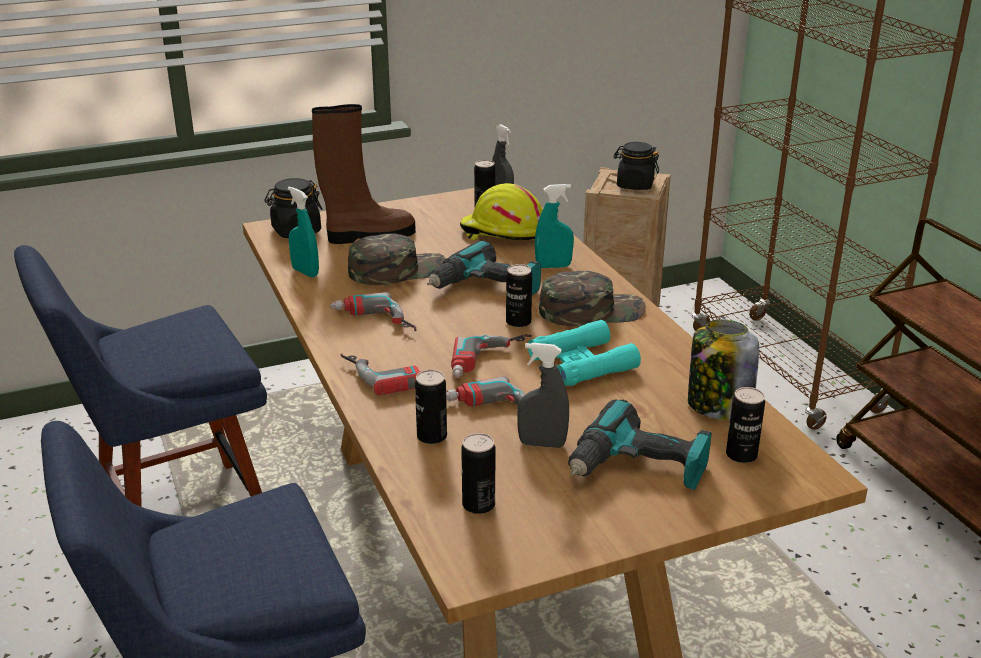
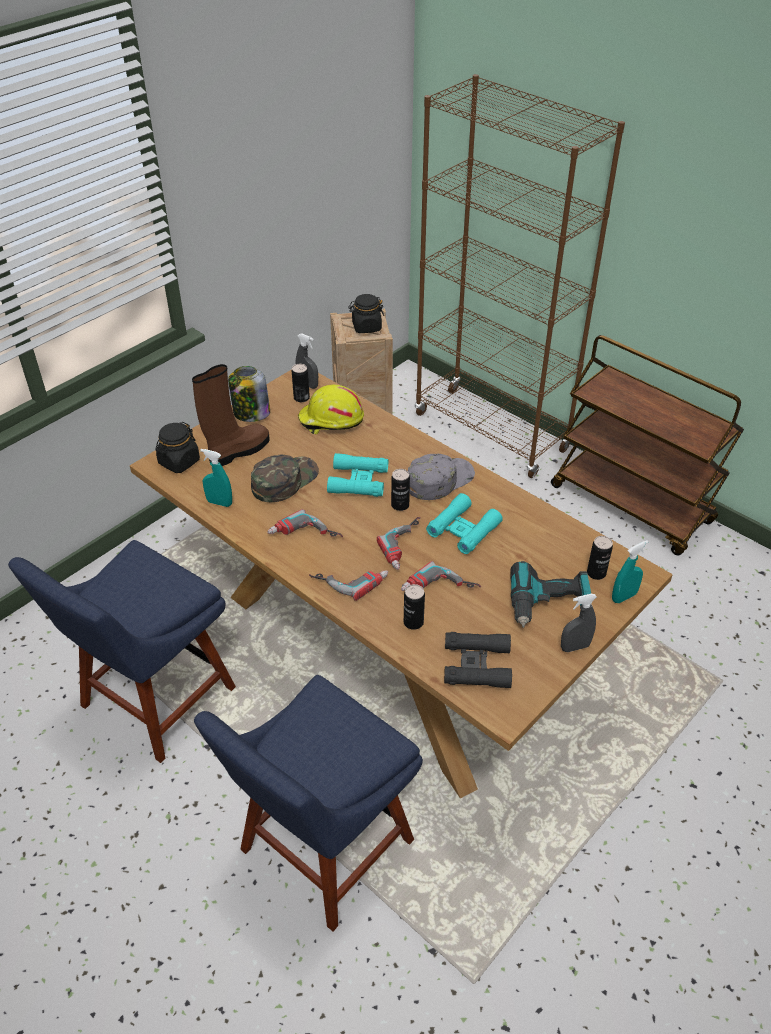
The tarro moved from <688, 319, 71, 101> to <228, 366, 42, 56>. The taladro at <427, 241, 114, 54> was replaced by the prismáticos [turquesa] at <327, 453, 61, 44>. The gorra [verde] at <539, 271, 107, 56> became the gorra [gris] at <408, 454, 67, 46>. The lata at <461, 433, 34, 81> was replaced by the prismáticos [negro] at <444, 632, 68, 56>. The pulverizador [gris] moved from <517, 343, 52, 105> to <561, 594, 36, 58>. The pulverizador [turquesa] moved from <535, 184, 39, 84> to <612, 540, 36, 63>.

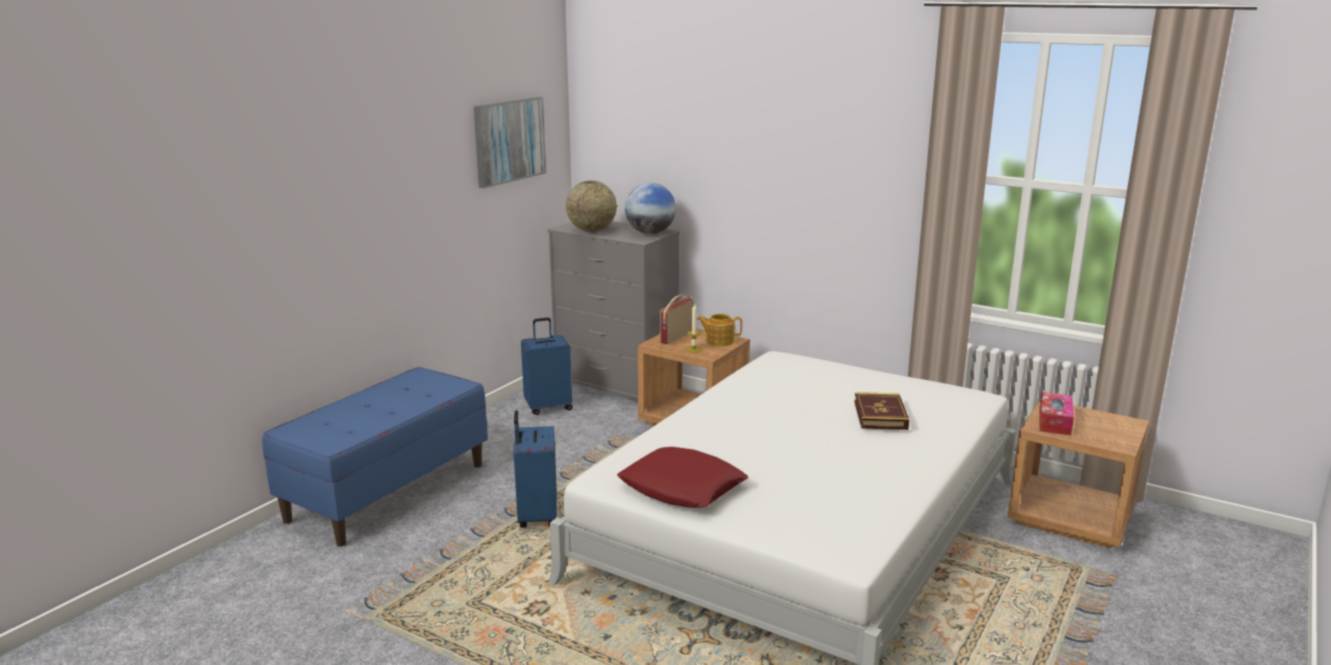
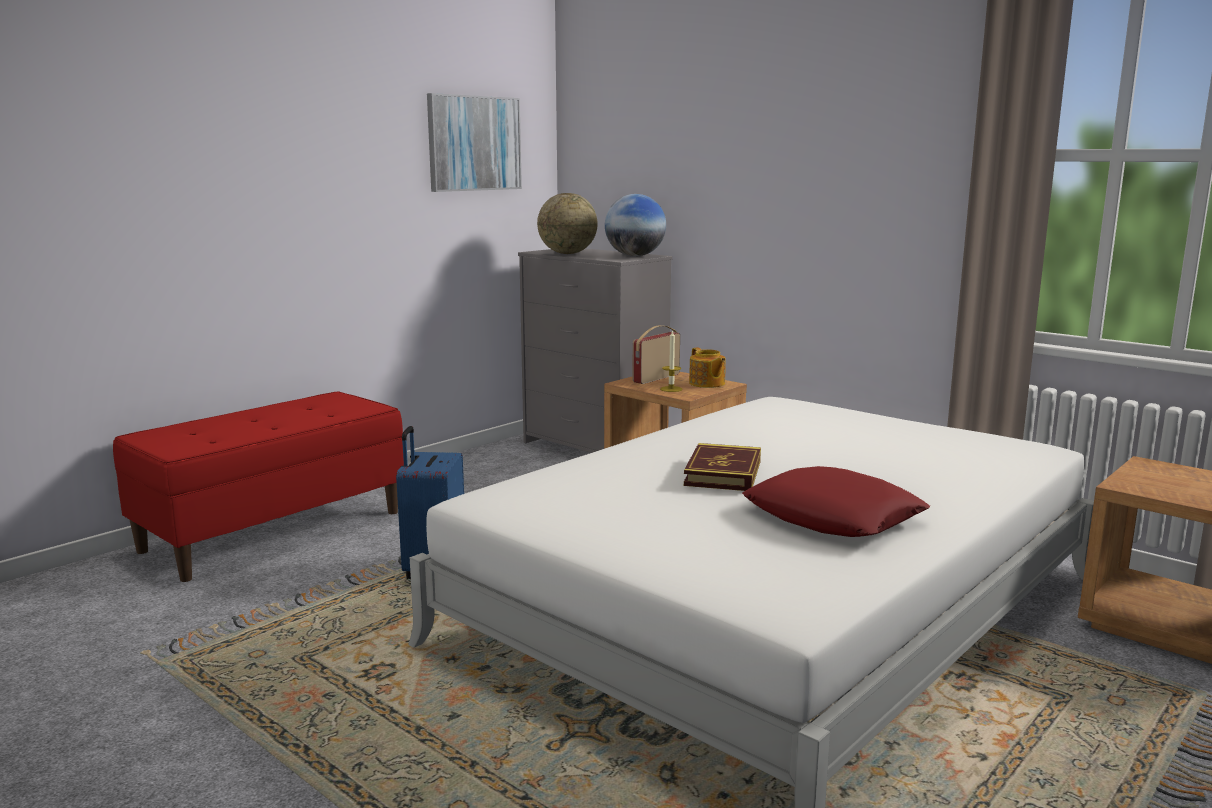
The banco [azul] at <262, 367, 226, 180> became the banco [rojo] at <113, 391, 291, 191>. The libro moved from <854, 392, 55, 38> to <684, 443, 77, 48>. The tetera at <697, 314, 45, 32> turned 135 degrees counterclockwise. The cojín [rojo] moved from <617, 447, 131, 61> to <742, 466, 188, 71>. The maleta [azul] at <521, 318, 52, 97> disappeared. The caja de pañuelos at <1039, 392, 35, 43> disappeared.

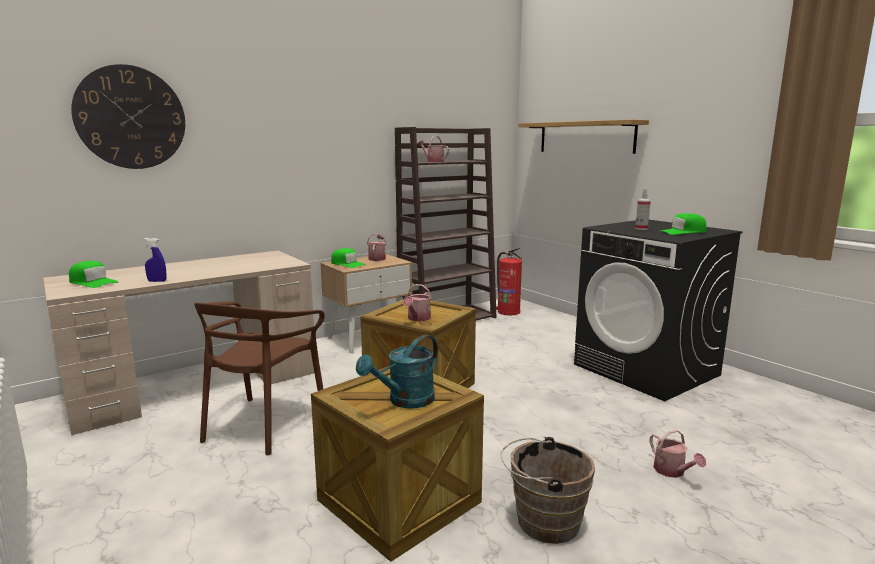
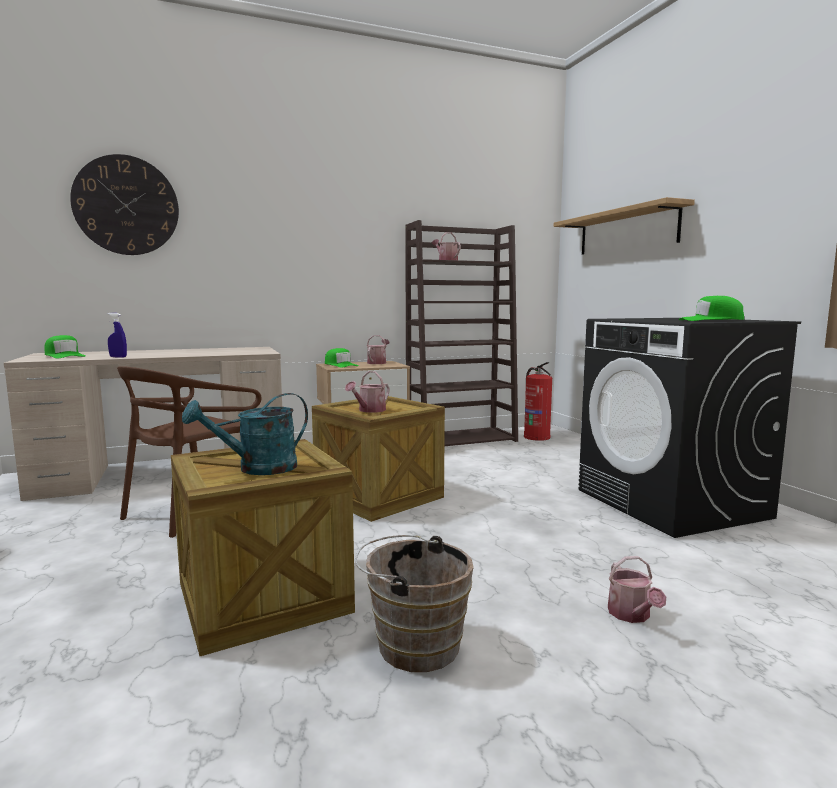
The pulverizador at <635, 189, 16, 41> disappeared.

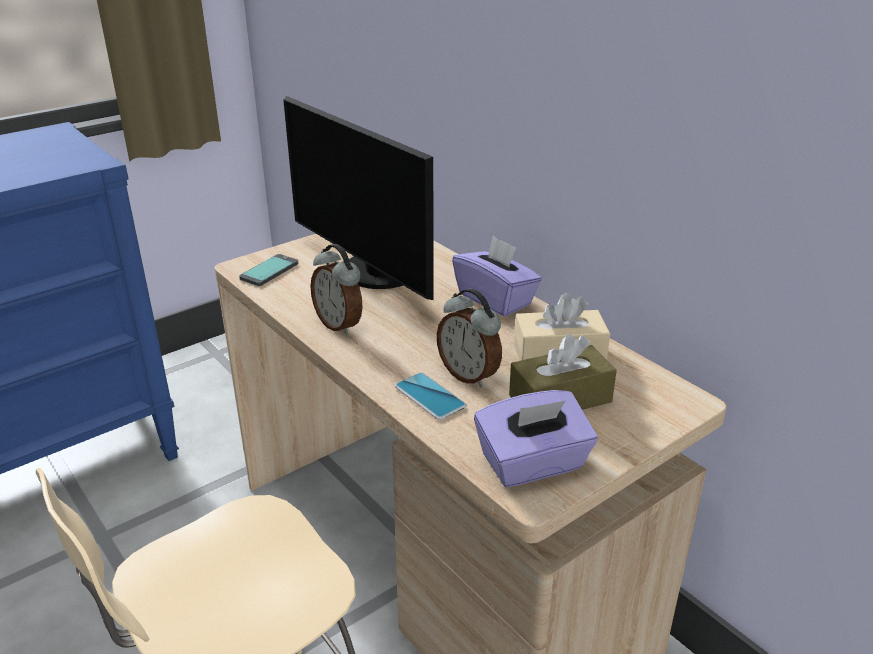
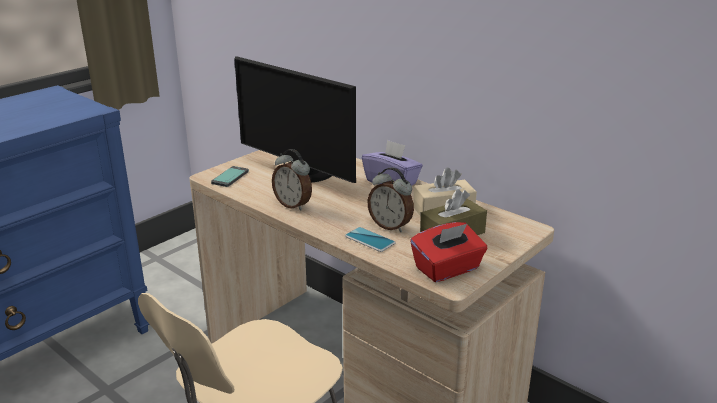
The caja de pañuelos [morado] at <474, 390, 124, 97> became the caja de pañuelos [rojo] at <410, 222, 78, 60>.

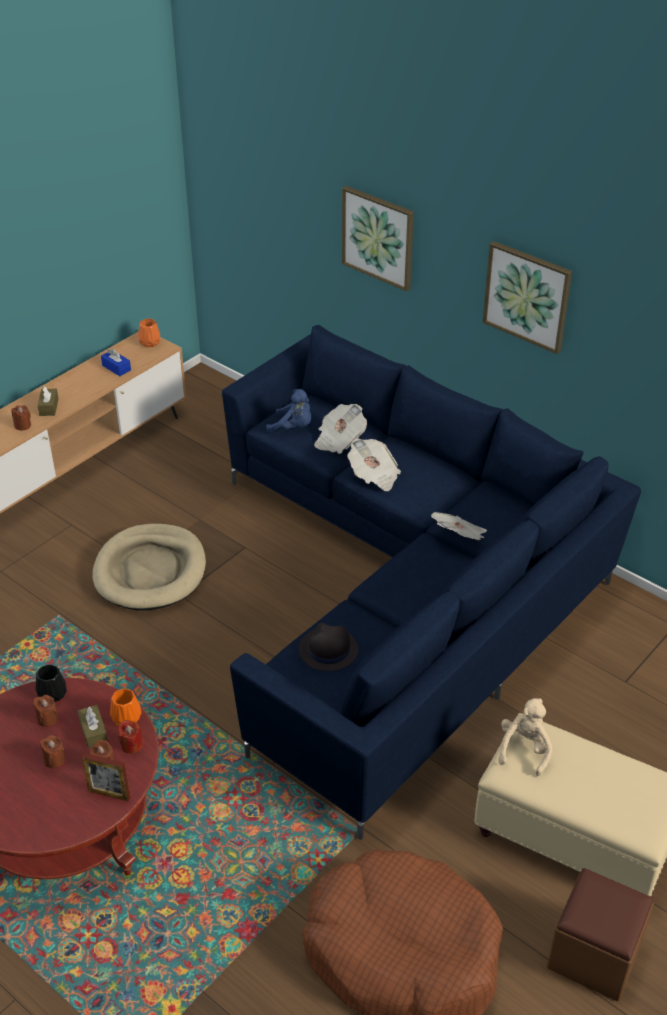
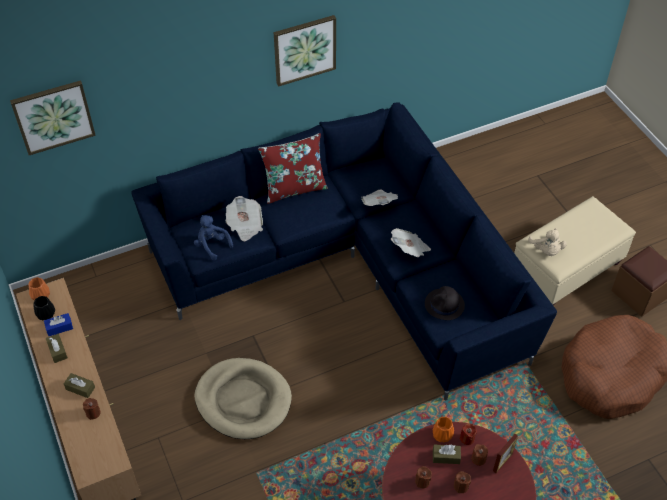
The cuadro moved from <342, 186, 72, 105> to <10, 80, 86, 75>. The florero [negro] moved from <36, 665, 31, 37> to <33, 296, 22, 24>. The caja de pañuelos [marrón] at <45, 334, 23, 29> appeared. The peluche [azul] at <266, 389, 45, 43> turned 90 degrees counterclockwise. The cojín [rojo] at <258, 133, 70, 71> appeared. The periódico moved from <347, 438, 54, 53> to <391, 228, 40, 29>. The peluche [beis] at <498, 698, 54, 78> turned 150 degrees counterclockwise.

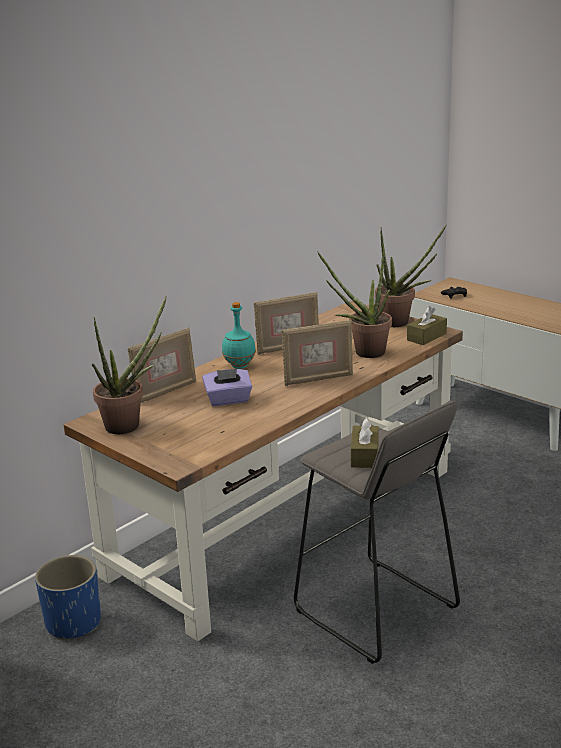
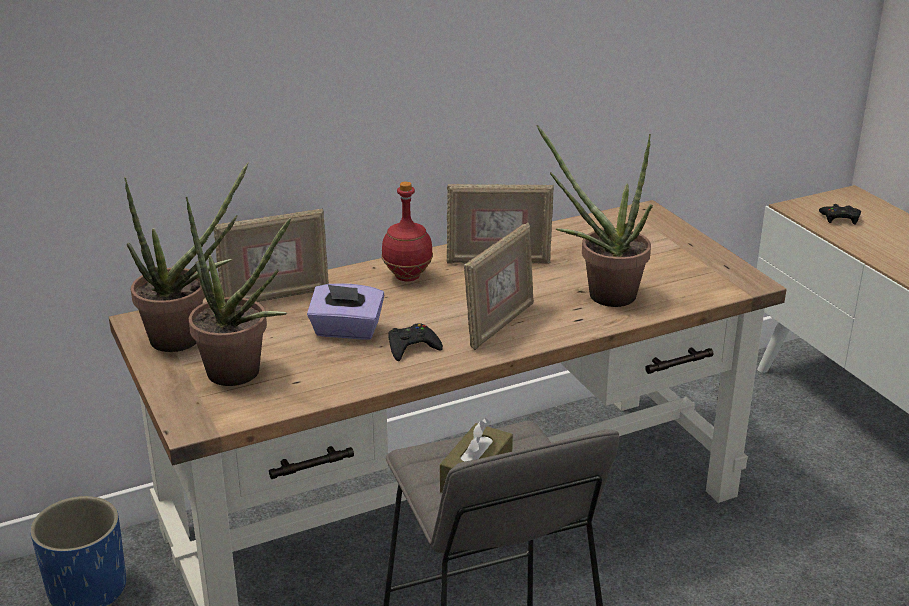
The planta en maceta moved from <375, 224, 72, 103> to <186, 196, 105, 190>. The botella [turquesa] at <222, 302, 34, 67> became the botella [rojo] at <381, 181, 52, 100>. The mando de consola [negro] at <388, 323, 55, 38> appeared. The portarretratos at <281, 320, 72, 66> turned 60 degrees counterclockwise. The caja de pañuelos [marrón] at <407, 306, 40, 39> disappeared.

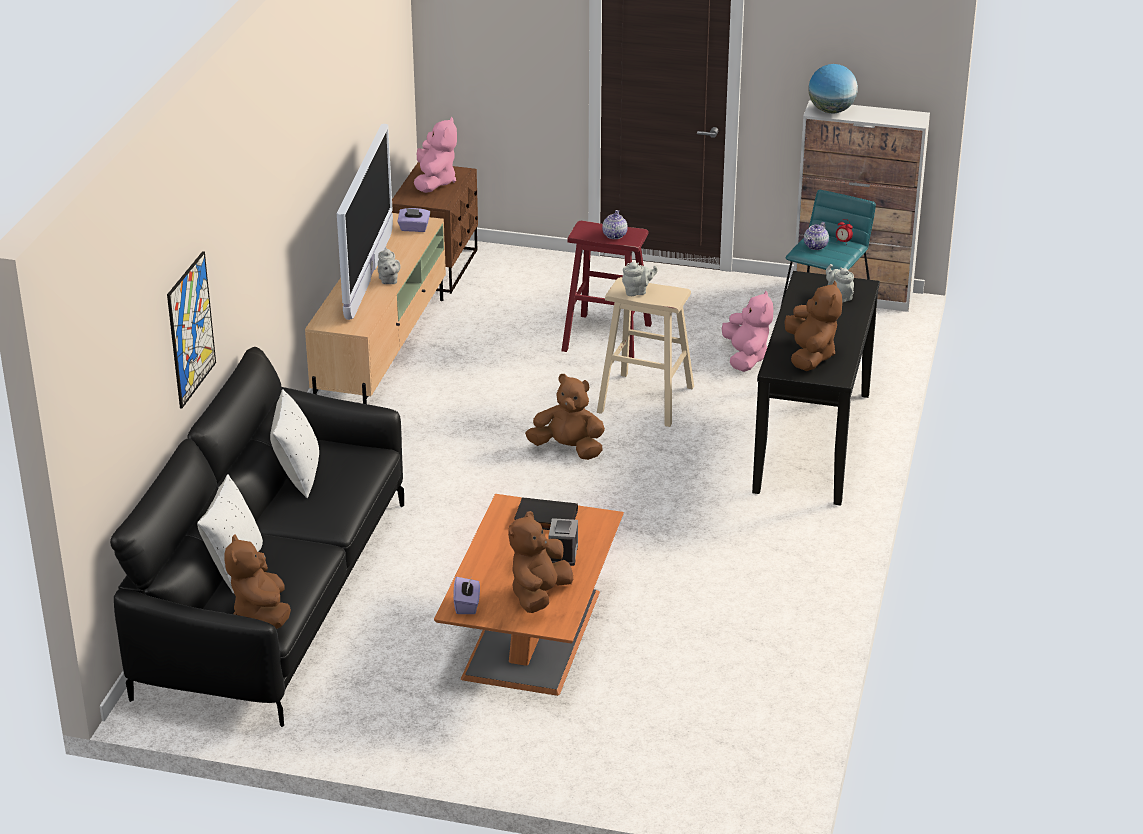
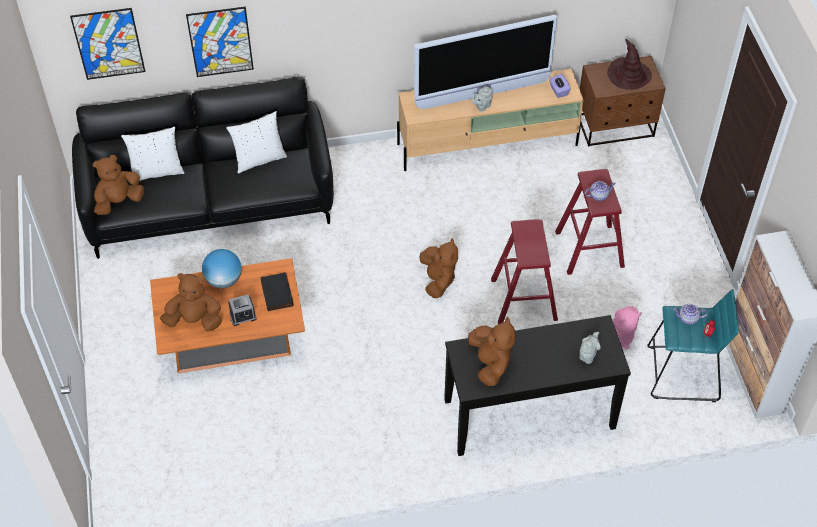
The cuadro at <70, 8, 75, 72> appeared. The globo terráqueo moved from <808, 64, 50, 49> to <202, 249, 40, 39>. The peluche [marrón] at <784, 280, 58, 91> turned 75 degrees counterclockwise. The taburete [beis] at <597, 277, 97, 150> became the taburete [rojo] at <491, 219, 67, 105>. The peluche [rosa] at <414, 117, 43, 76> was replaced by the sombrero [marrón] at <607, 39, 45, 51>. The caja de pañuelos [morado] at <453, 577, 27, 37> disappeared. The tetera [gris] at <622, 262, 36, 34> disappeared.

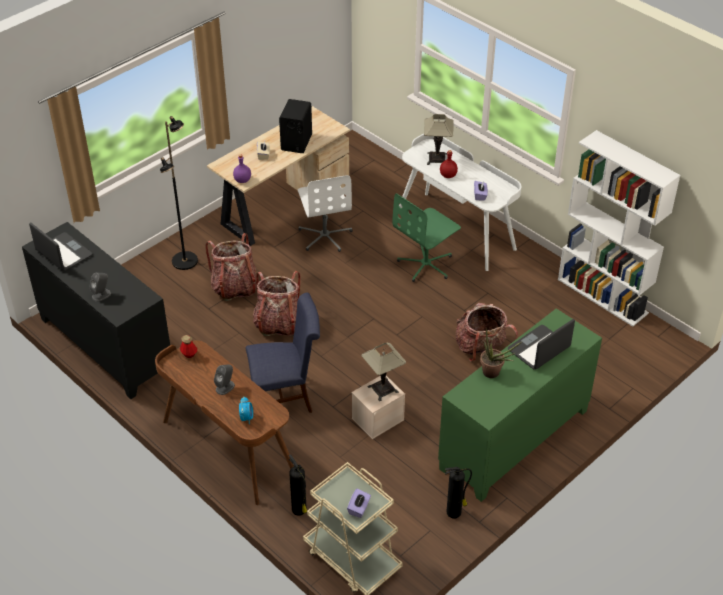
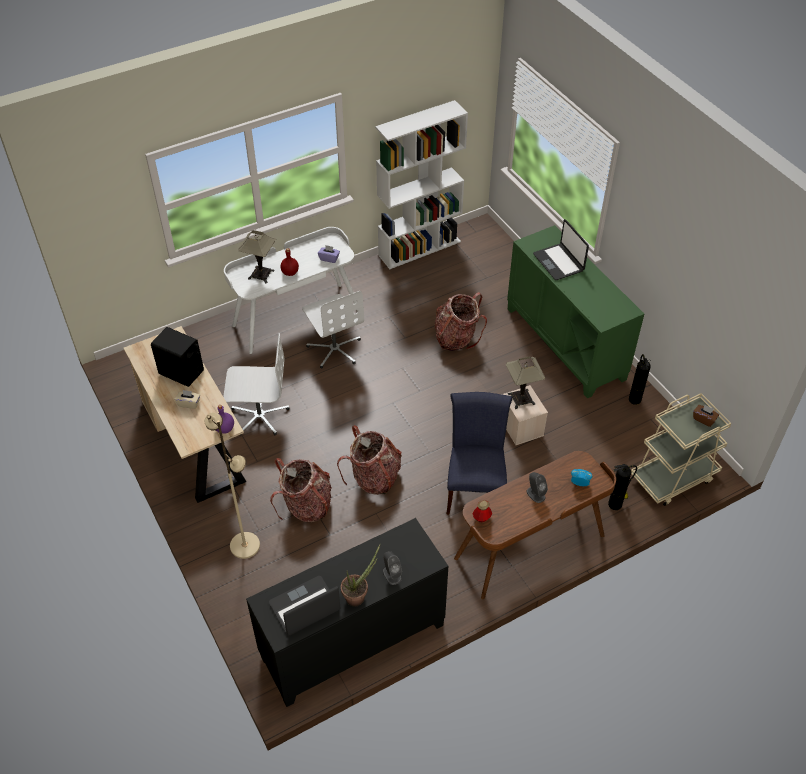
The lámpara de pie [negro] at <160, 116, 38, 154> became the lámpara de pie [beis] at <205, 412, 55, 147>. The silla de oficina [verde] at <392, 193, 69, 89> became the silla de oficina [blanco] at <302, 291, 62, 78>. The planta en maceta moved from <480, 328, 42, 50> to <341, 543, 40, 64>. The caja de pañuelos [morado] at <347, 489, 24, 29> became the caja de pañuelos [marrón] at <693, 405, 26, 22>.

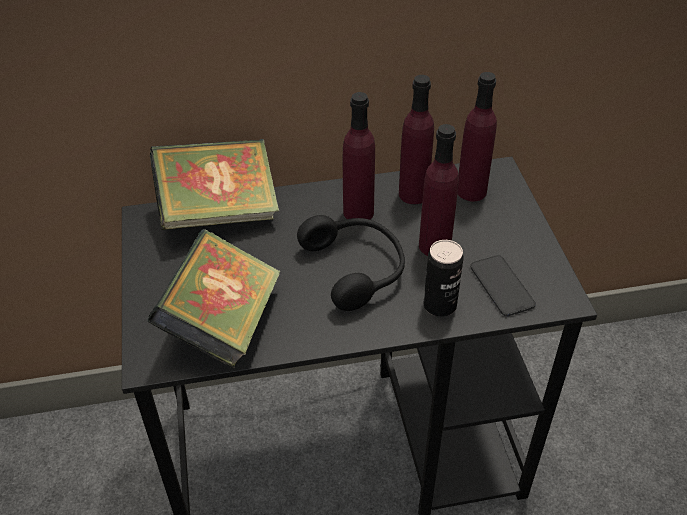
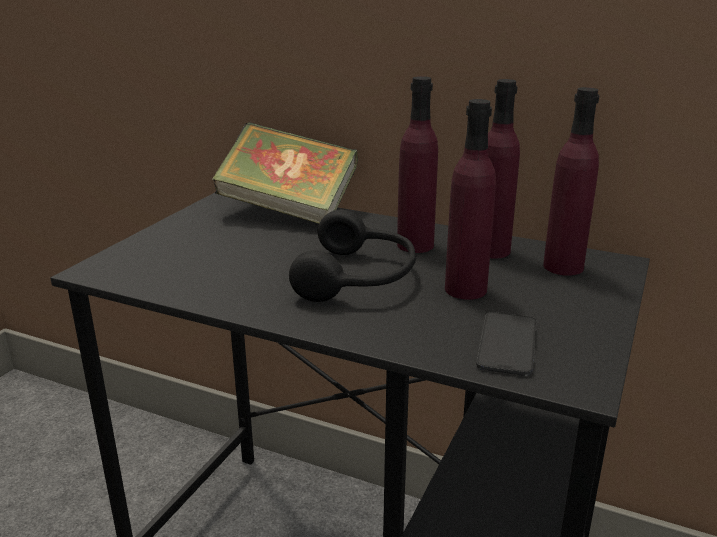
The libro at <147, 229, 133, 140> disappeared. The lata at <424, 240, 40, 77> disappeared.

